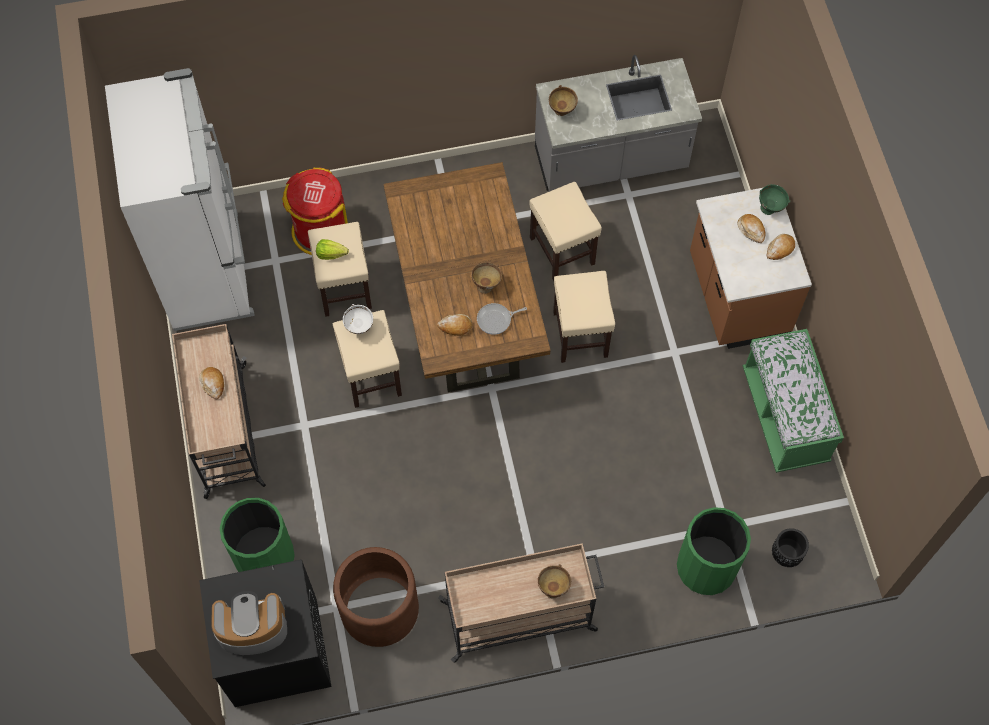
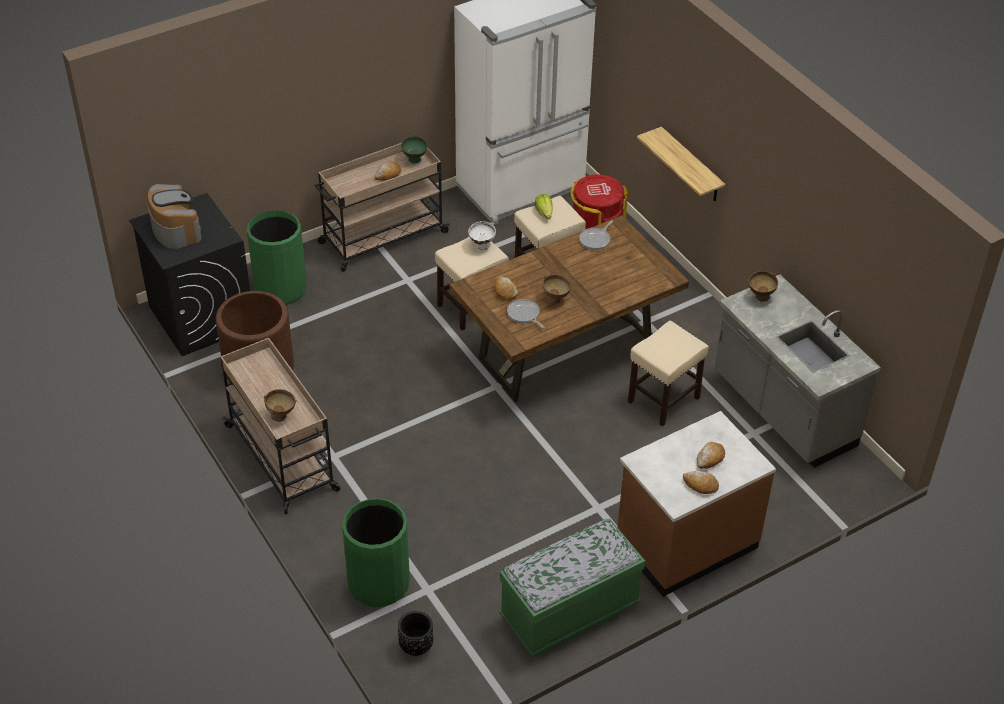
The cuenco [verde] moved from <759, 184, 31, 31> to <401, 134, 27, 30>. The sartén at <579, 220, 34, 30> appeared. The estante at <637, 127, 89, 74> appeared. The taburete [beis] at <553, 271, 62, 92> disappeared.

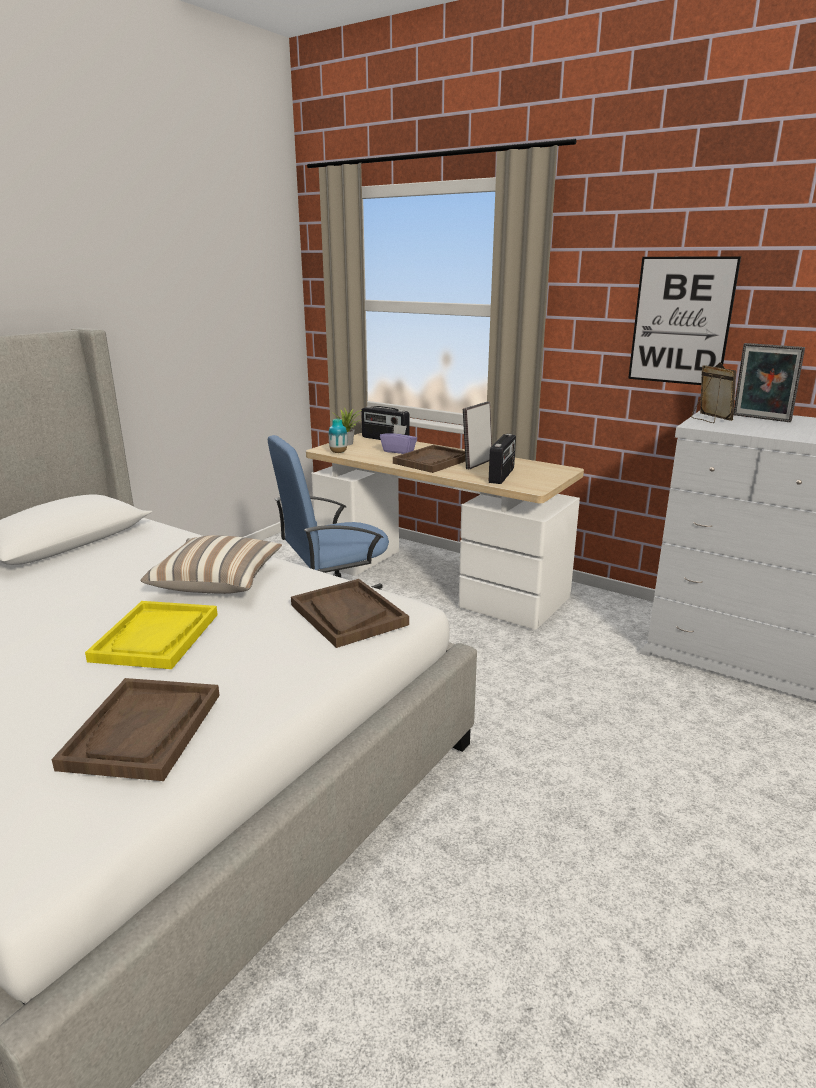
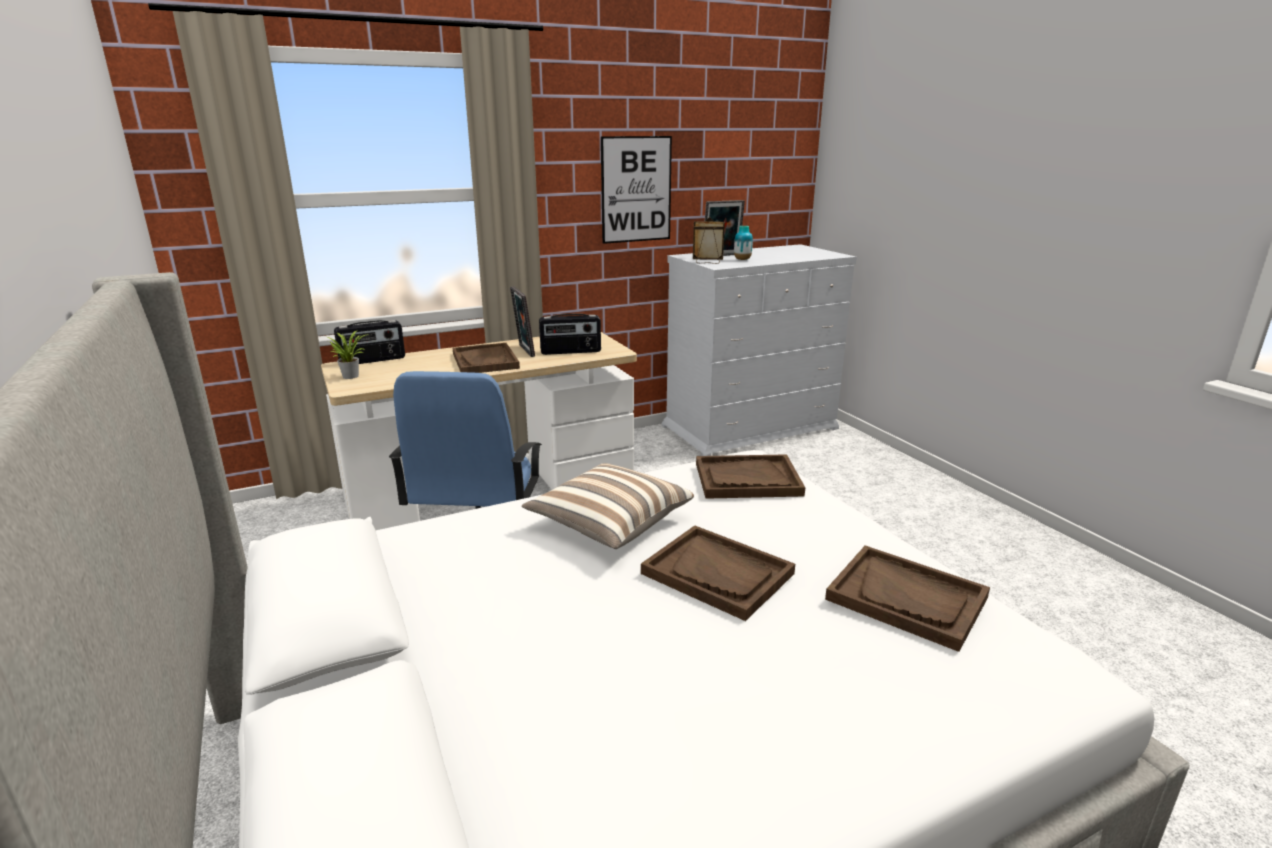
The radio at <489, 434, 27, 50> turned 120 degrees clockwise. The bandeja [amarillo] at <85, 601, 133, 68> became the bandeja [marrón] at <641, 525, 154, 96>. The florero moved from <329, 419, 18, 34> to <734, 226, 19, 34>. The caja de pañuelos [morado] at <380, 425, 37, 29> disappeared.

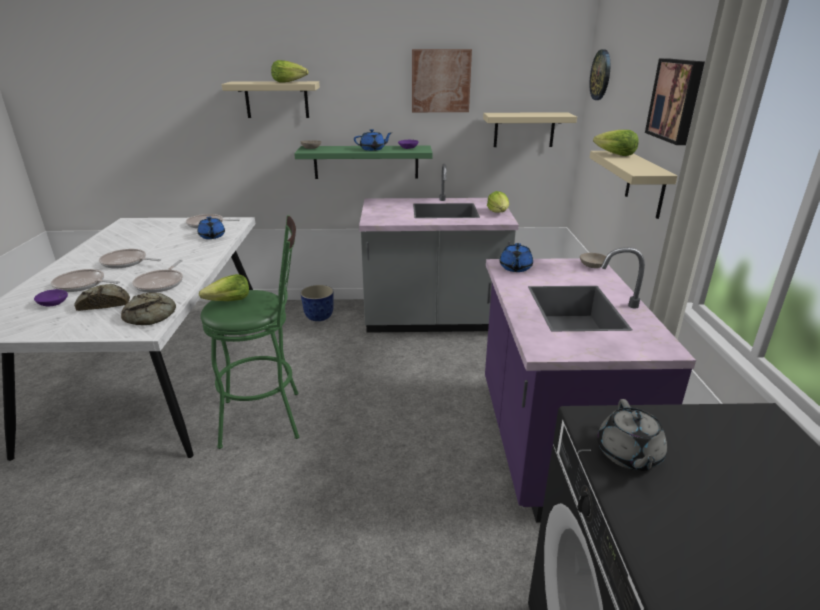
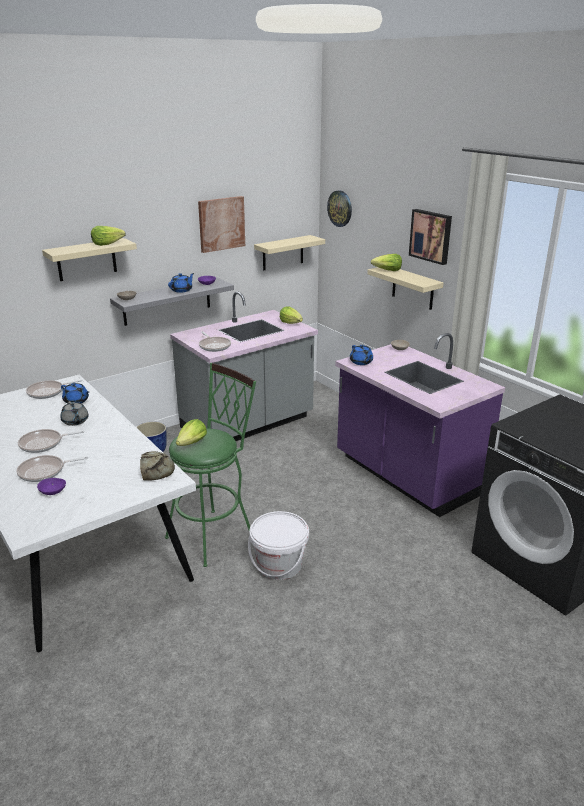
The tetera [gris] moved from <597, 399, 70, 72> to <60, 401, 29, 25>. The estante [verde] at <294, 146, 139, 33> became the estante [gris] at <110, 278, 124, 48>. The sartén moved from <132, 260, 51, 33> to <199, 331, 32, 21>. The cubo [blanco] at <248, 511, 61, 69> appeared. The pan at <74, 284, 56, 27> disappeared.

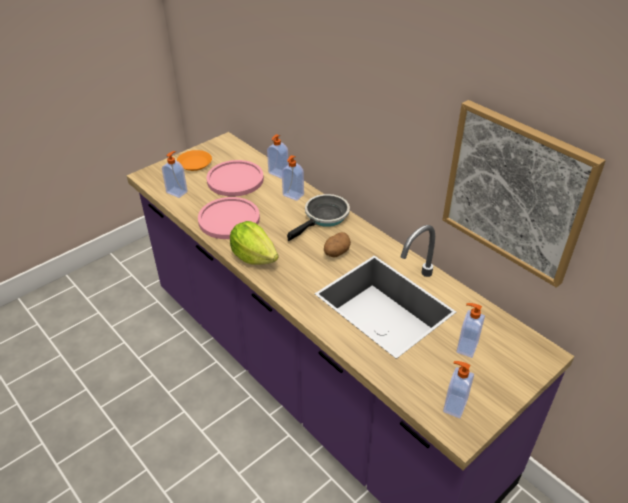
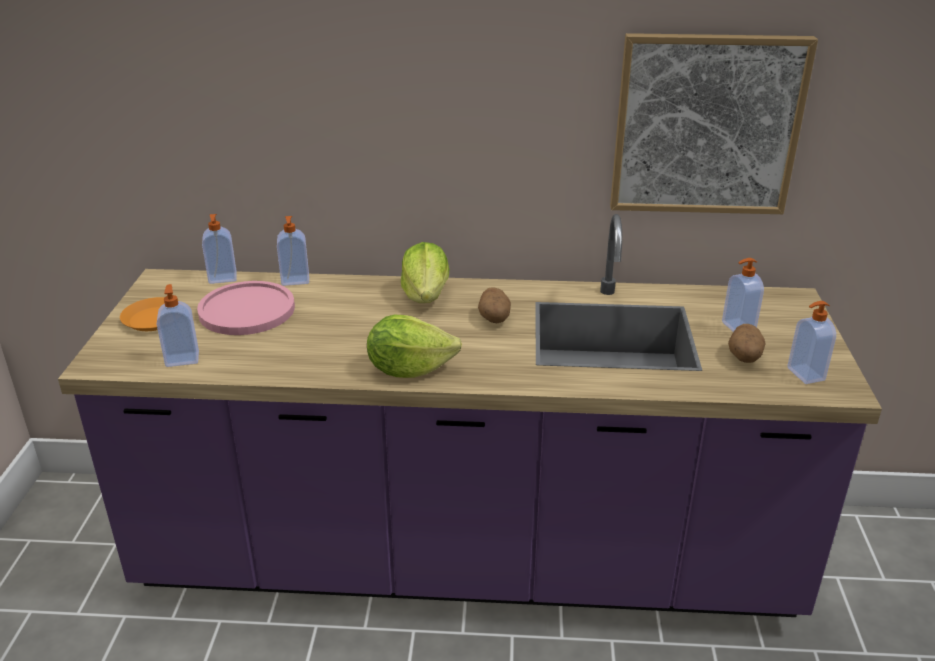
The dispensador de jabón moved from <282, 155, 22, 46> to <202, 214, 35, 70>. The sartén at <287, 194, 63, 47> was replaced by the lechuga at <401, 242, 48, 61>. The patata at <728, 324, 38, 39> appeared. The plato [rosa] at <198, 197, 62, 42> disappeared.

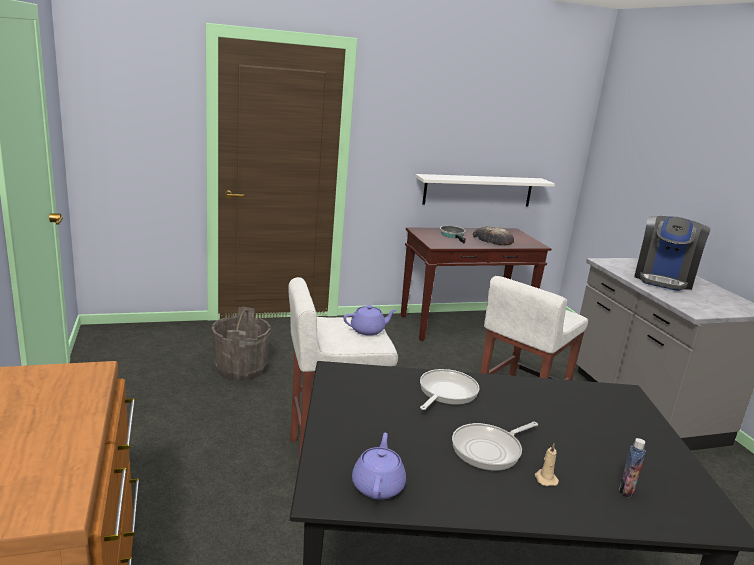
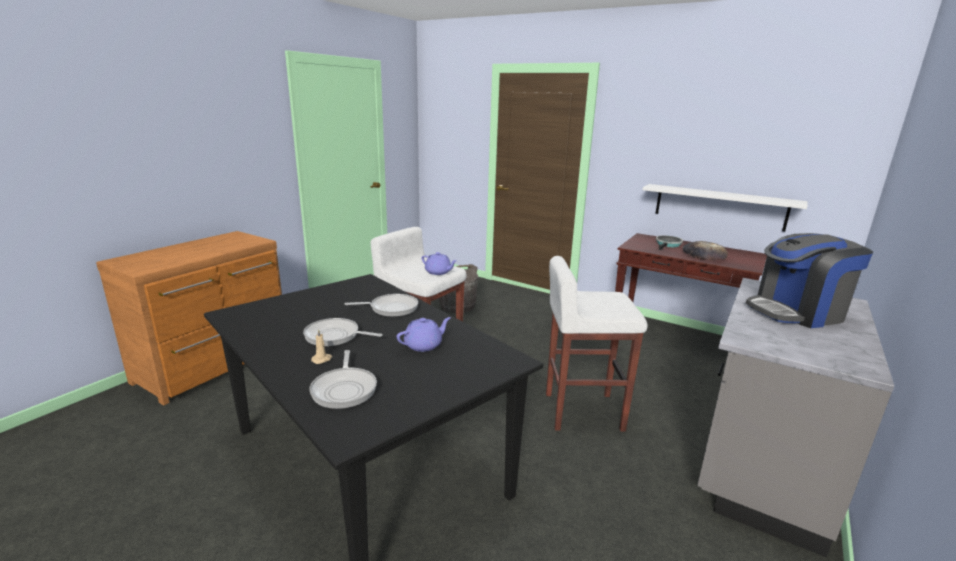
The botella at <619, 438, 27, 59> was replaced by the sartén at <309, 350, 68, 59>. The tetera [morado] moved from <352, 433, 54, 66> to <397, 317, 54, 35>.

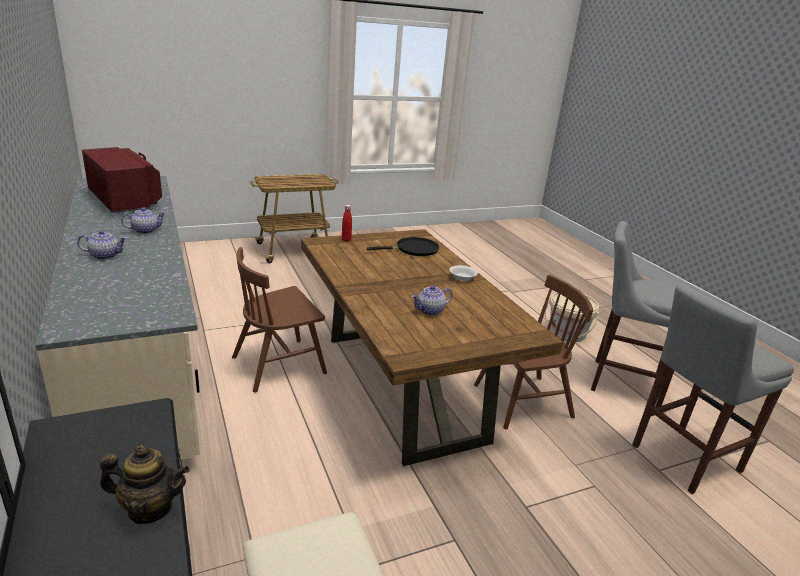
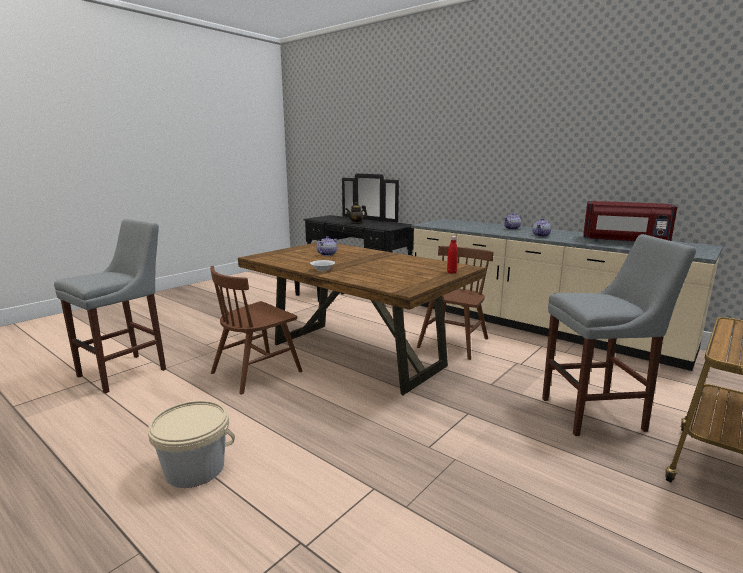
The taburete [gris] moved from <591, 221, 100, 187> to <542, 234, 154, 202>. The sartén [negro] at <367, 237, 72, 19> disappeared.

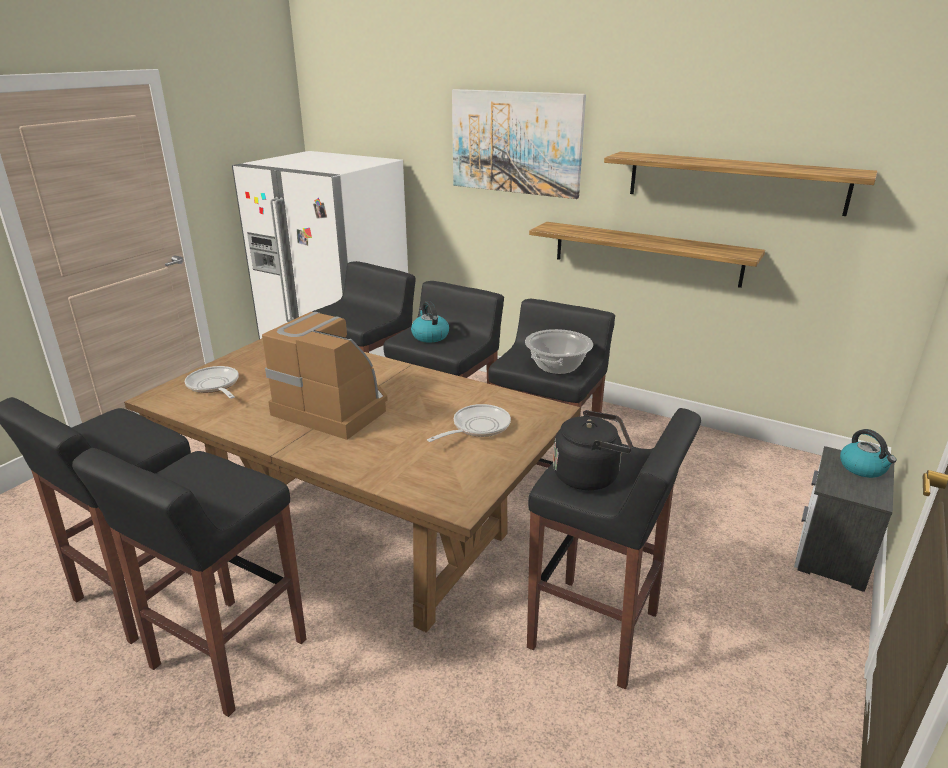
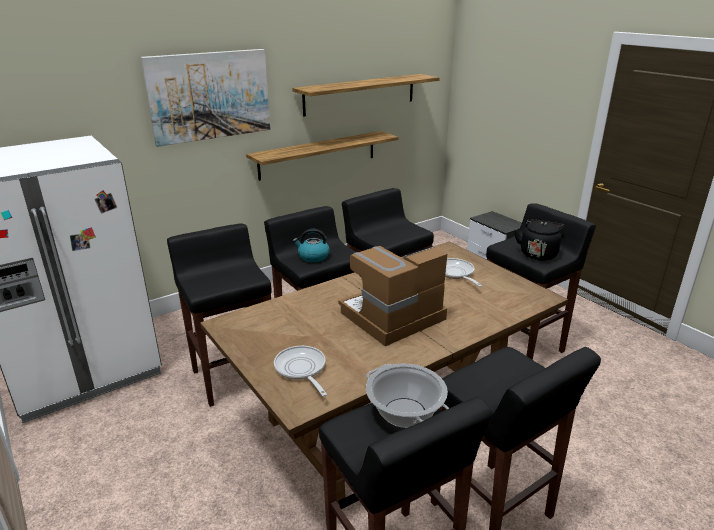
The sartén at <185, 366, 54, 33> turned 75 degrees clockwise. The olla moved from <525, 329, 68, 45> to <366, 364, 83, 64>. The hervidor at <840, 429, 56, 49> disappeared.

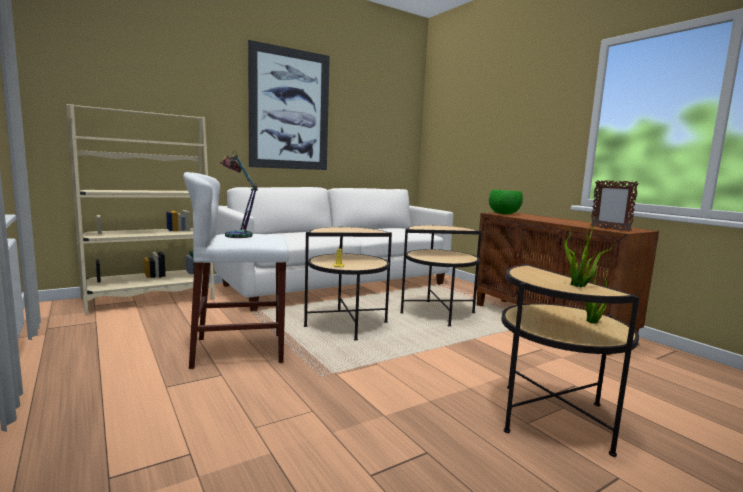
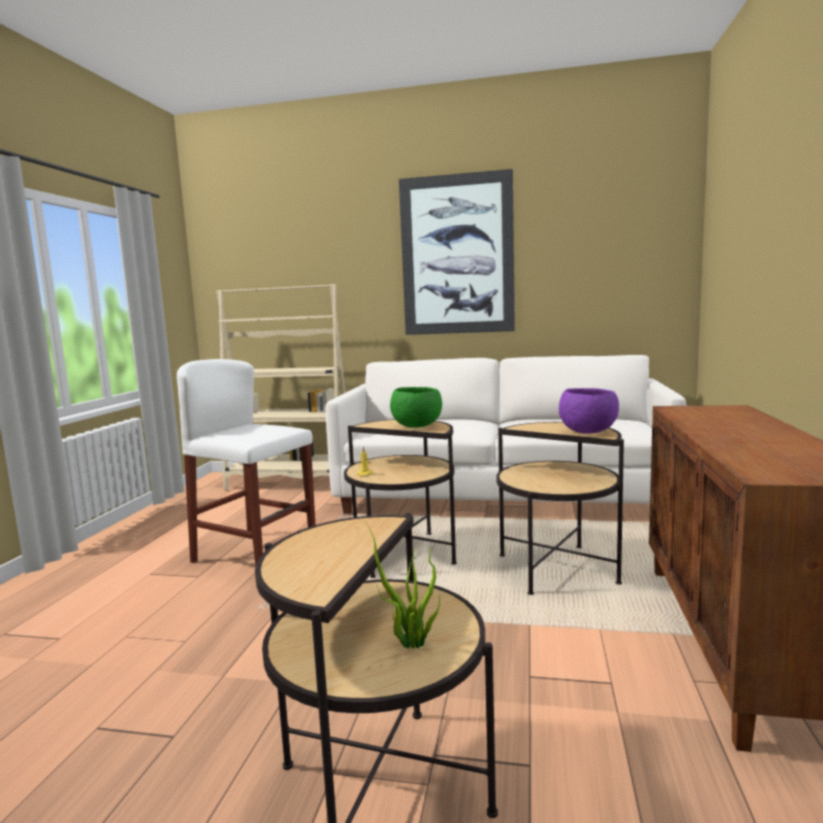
The cuenco [verde] moved from <489, 189, 34, 25> to <390, 387, 52, 41>. The cuenco [morado] at <559, 388, 60, 46> appeared. The lámpara de mesa at <220, 150, 38, 88> disappeared. The planta en maceta at <563, 218, 52, 69> disappeared. The portarretratos at <591, 180, 48, 52> disappeared.

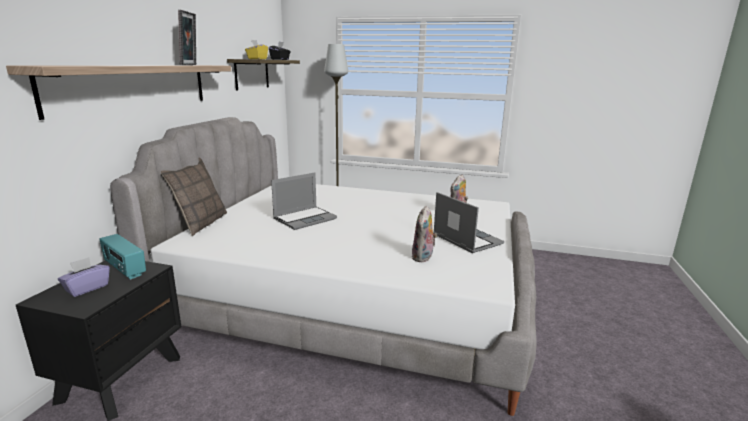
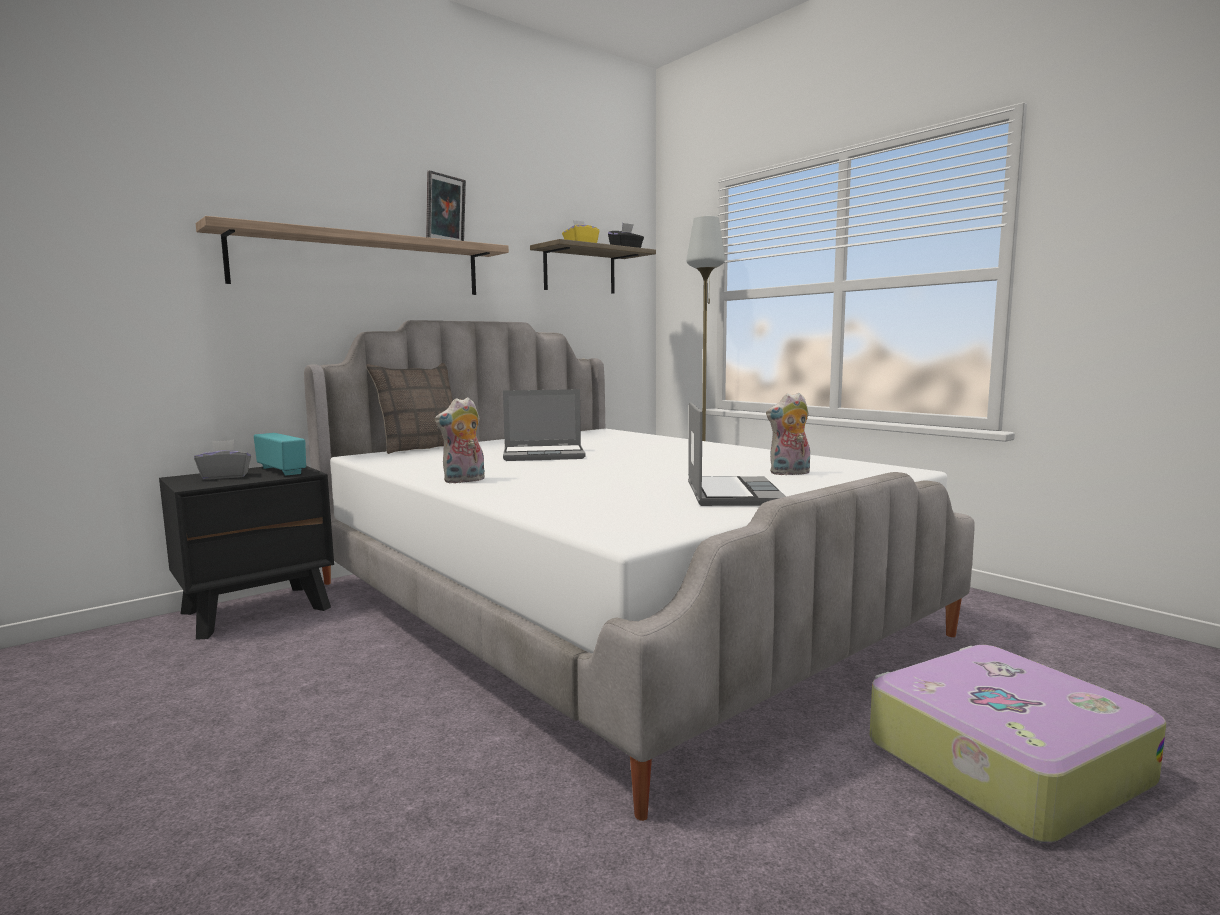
The caja de pañuelos [morado] at <58, 257, 52, 40> became the caja de pañuelos [gris] at <194, 440, 57, 39>. The radio at <99, 234, 47, 46> turned 150 degrees clockwise. The peluche moved from <412, 206, 25, 57> to <434, 397, 51, 86>. The maleta at <870, 645, 297, 198> appeared.

